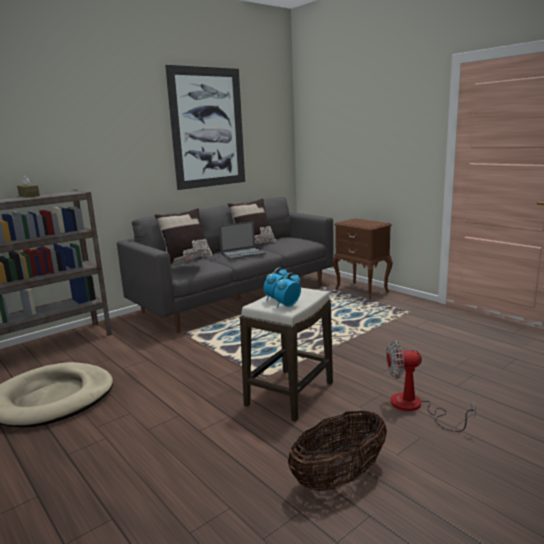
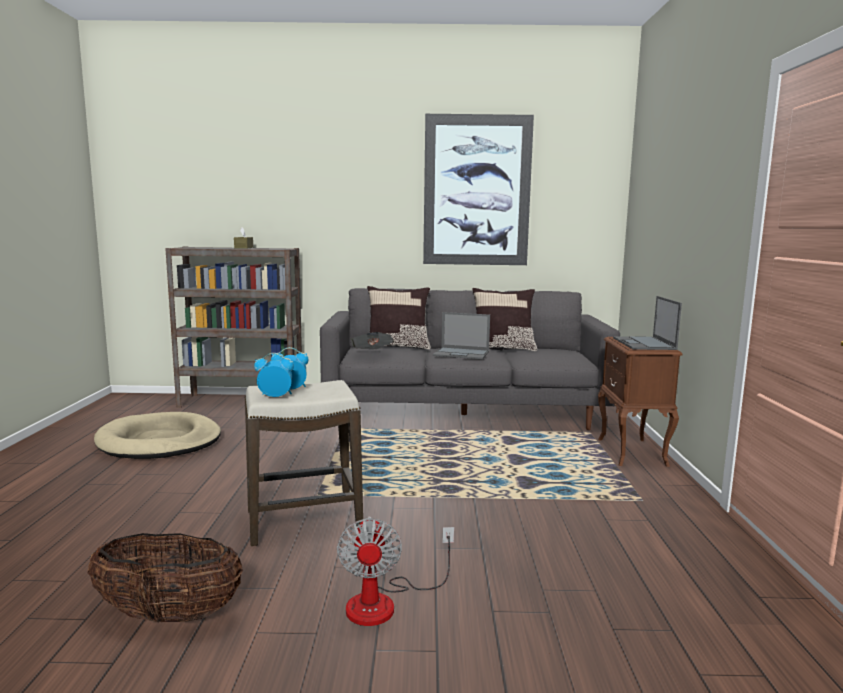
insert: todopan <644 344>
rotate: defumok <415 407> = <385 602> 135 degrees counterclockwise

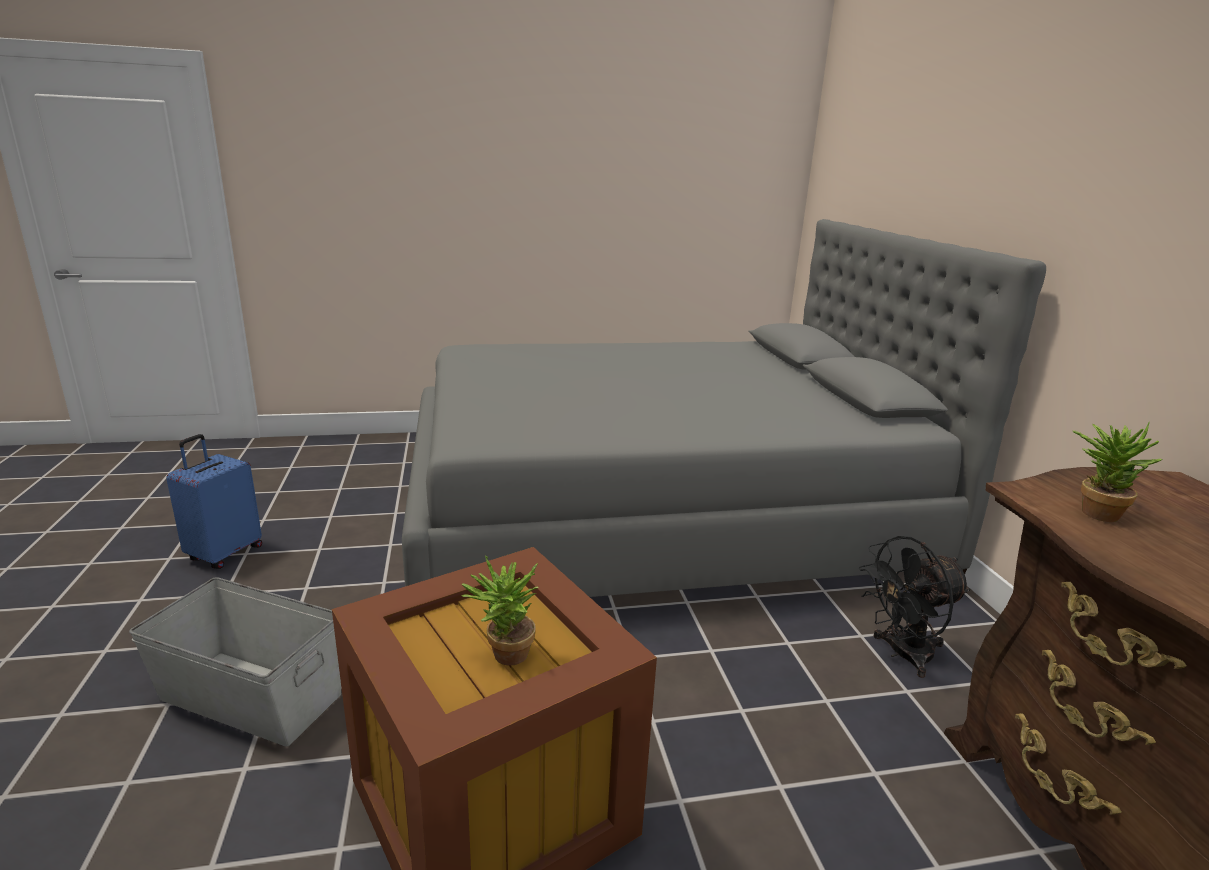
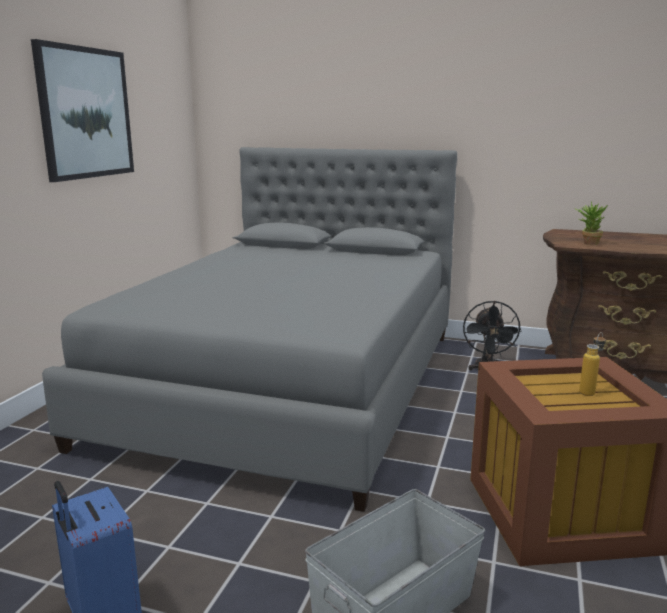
insert: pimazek <86 113>
replace: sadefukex <504 656> to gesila <589 391>

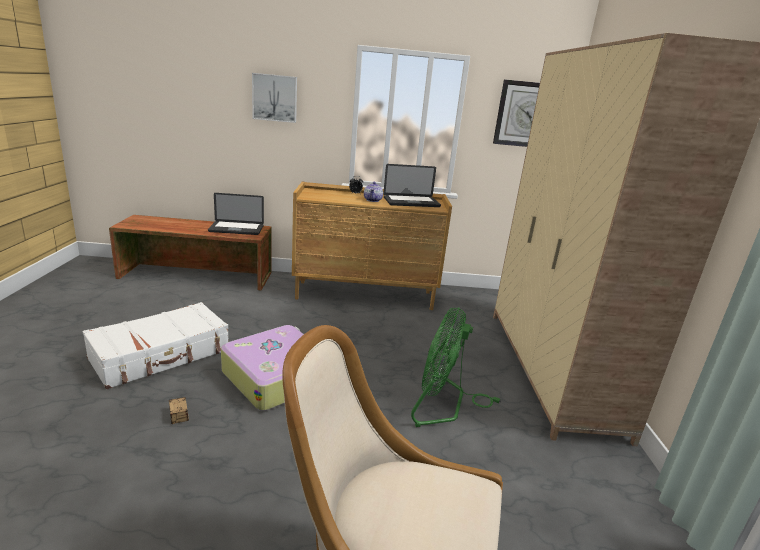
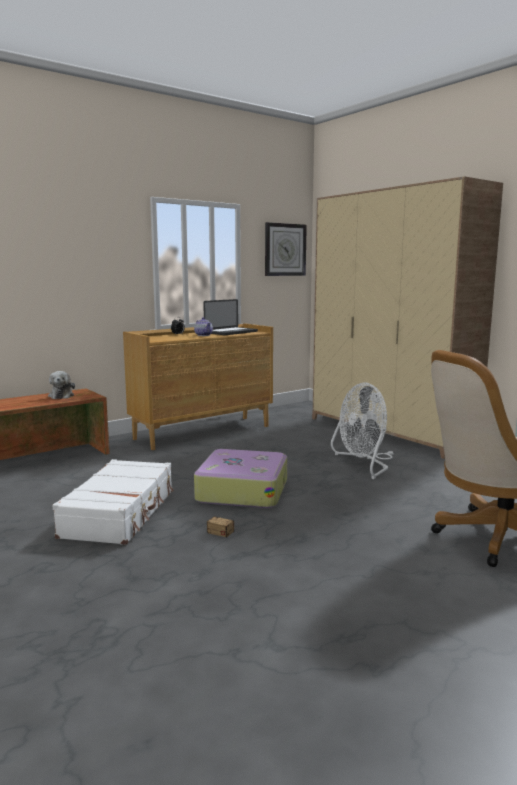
delete: pimazek <275 98>
replace: todopan <236 229> to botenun <61 396>
recolor: green_defumok <446 400> to white_defumok <365 463>

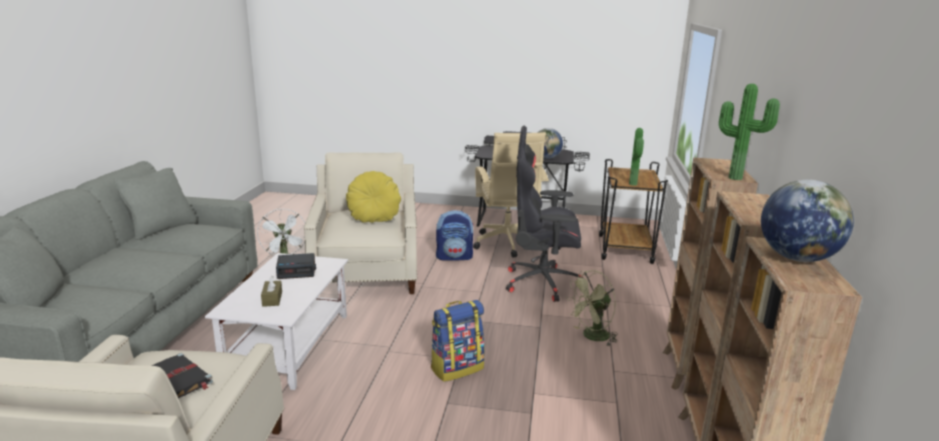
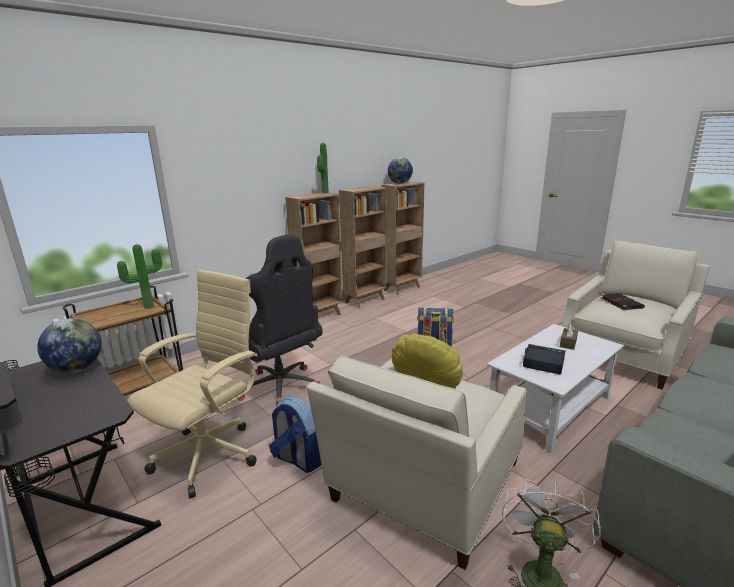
delete: green_defumok <592 337>

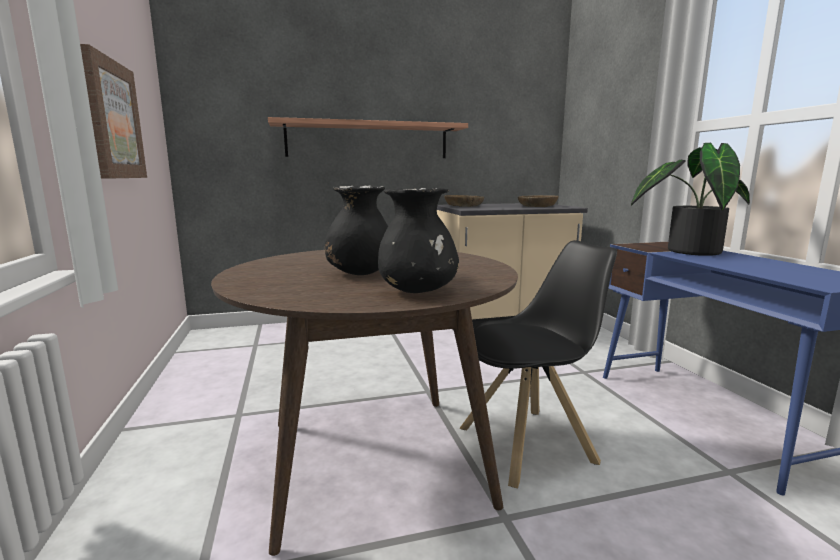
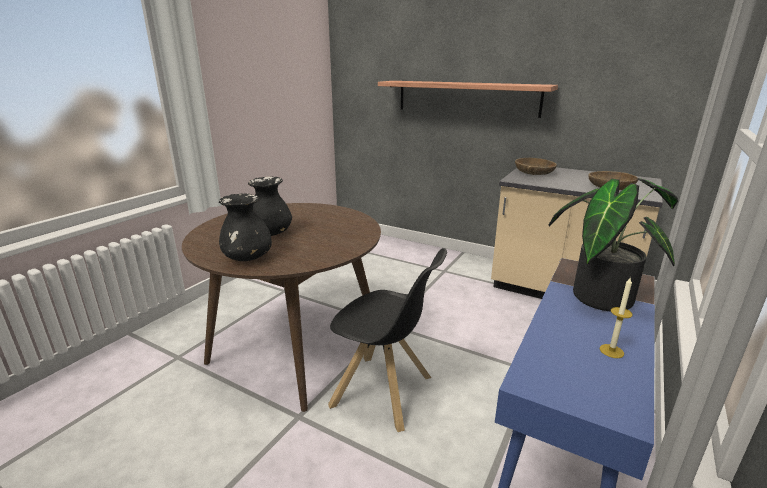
delete: pimazek <112 120>
insert: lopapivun <611 351>

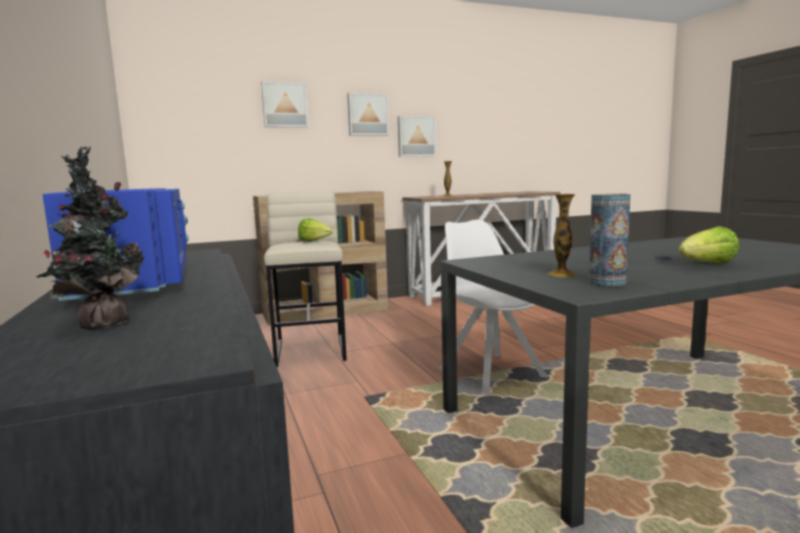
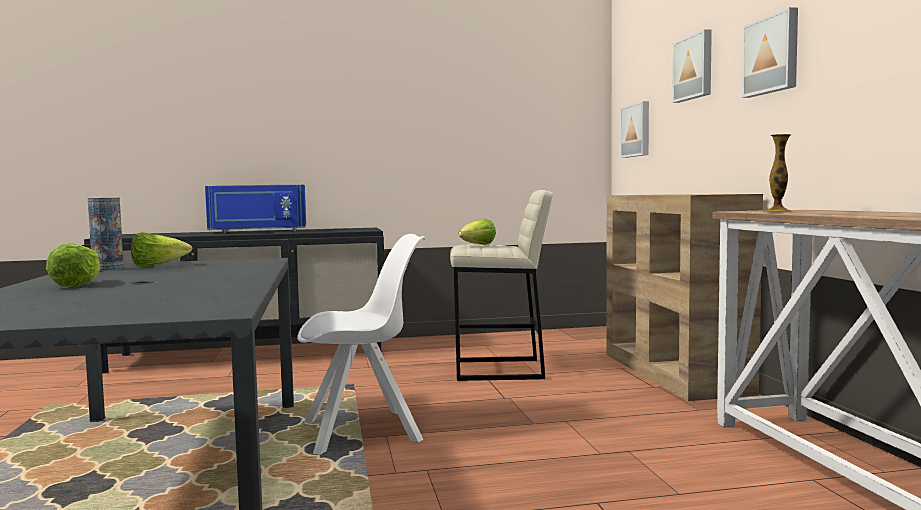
delete: sadefukex <100 324>
move: pimazek <416 136> to <637 130>
replace: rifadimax <561 274> to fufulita <157 266>

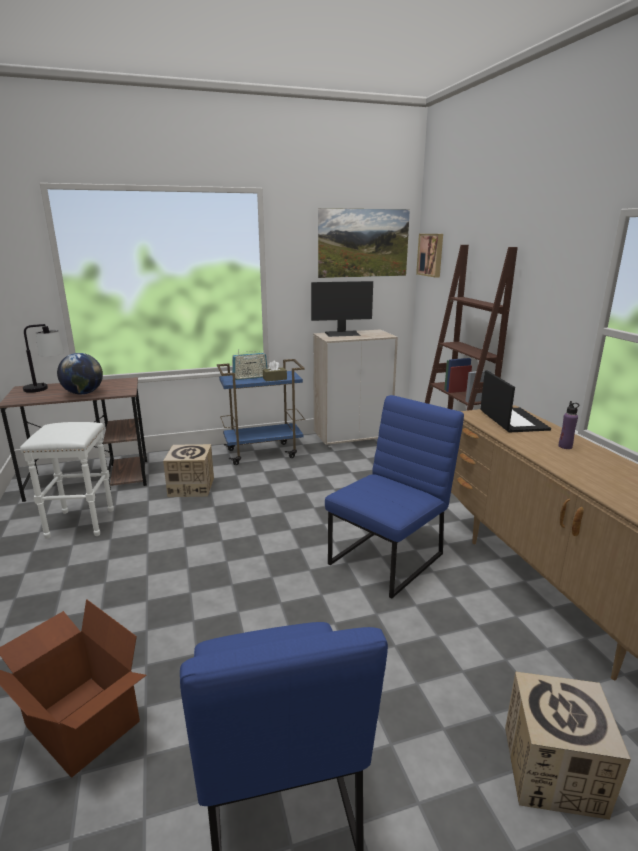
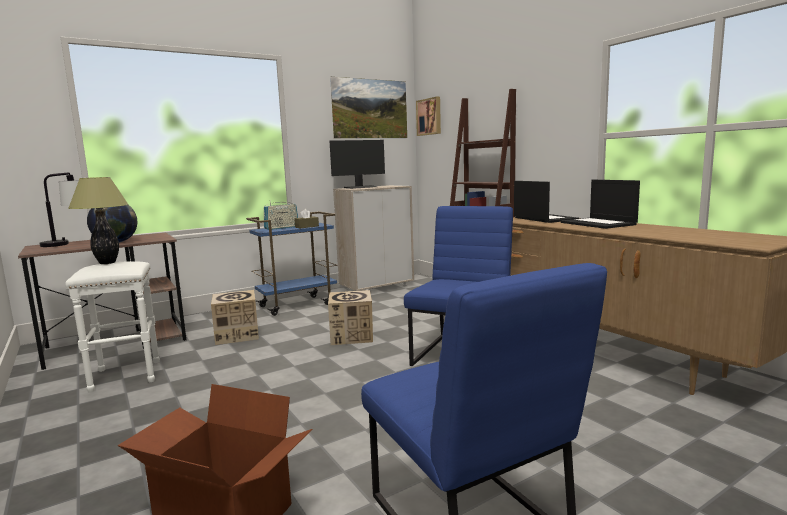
insert: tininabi <108 263>
move: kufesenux <553 770> to <352 336>
replace: purple_gesila <565 446> to todopan <599 223>

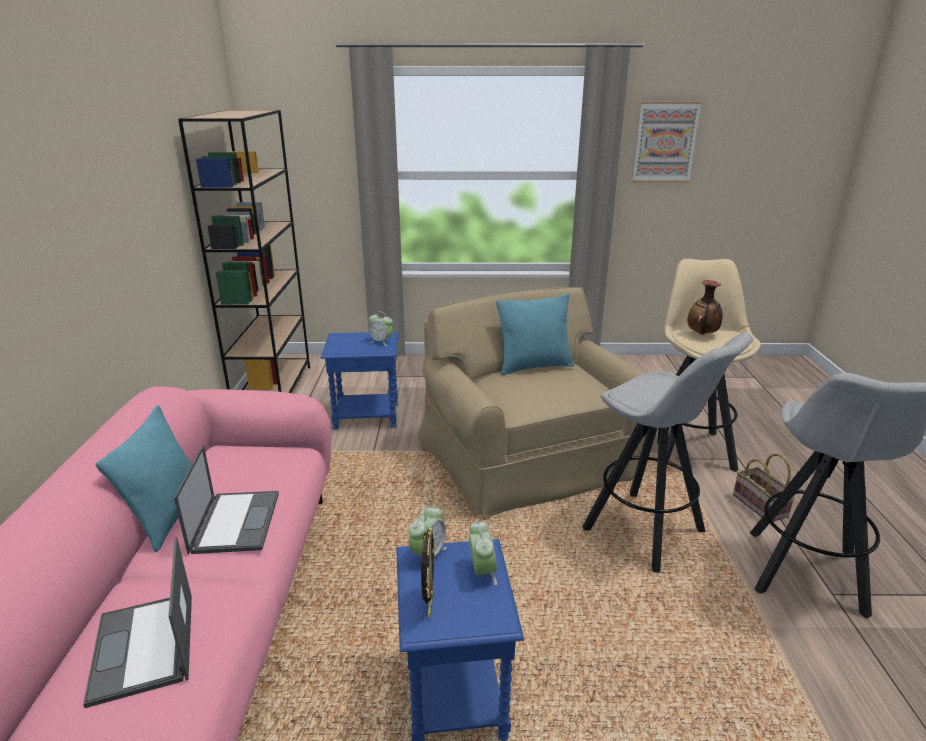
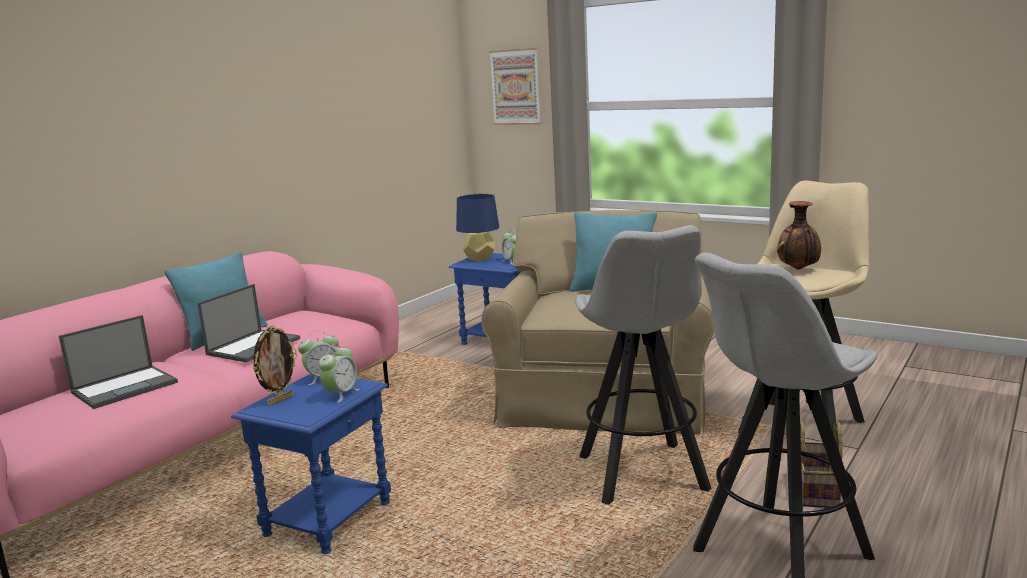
delete: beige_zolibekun <273 390>
insert: blue_tininabi <479 259>
move: pimazek <665 142> to <515 87>
rotate: todopan <144 648> = <125 387> 150 degrees counterclockwise

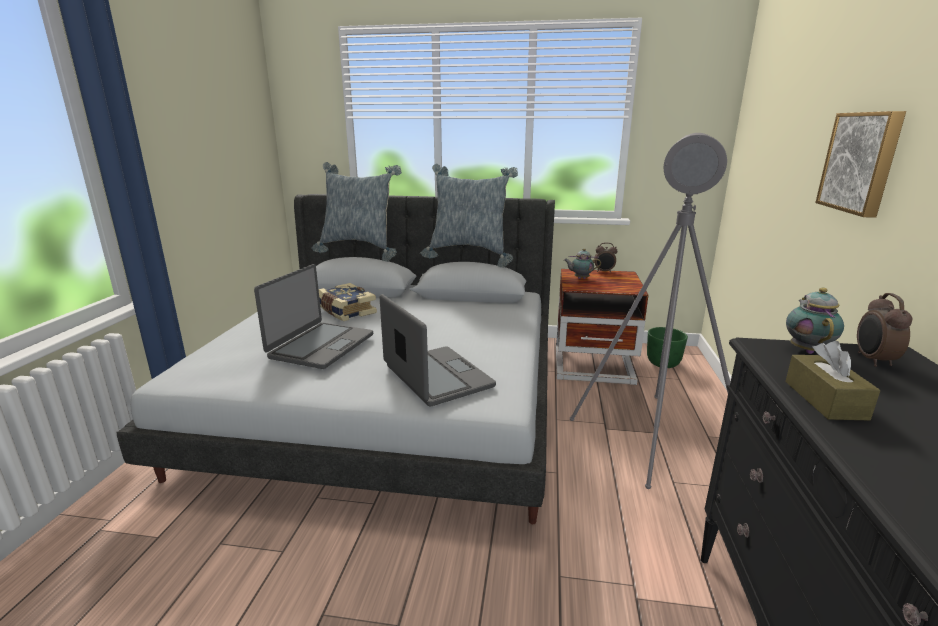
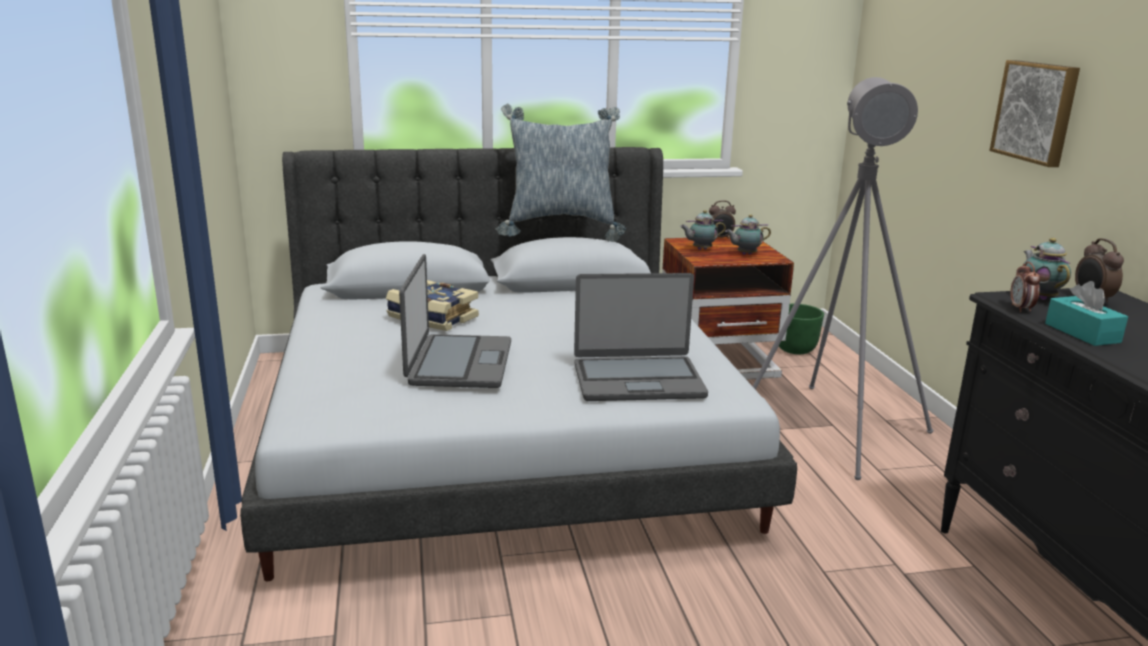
delete: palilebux <360 255>
insert: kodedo <745 254>; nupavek <1021 309>
recolor: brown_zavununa <825 400> to turquoise_zavununa <1082 333>
rotate: todopan <436 377> = <638 380> 135 degrees clockwise

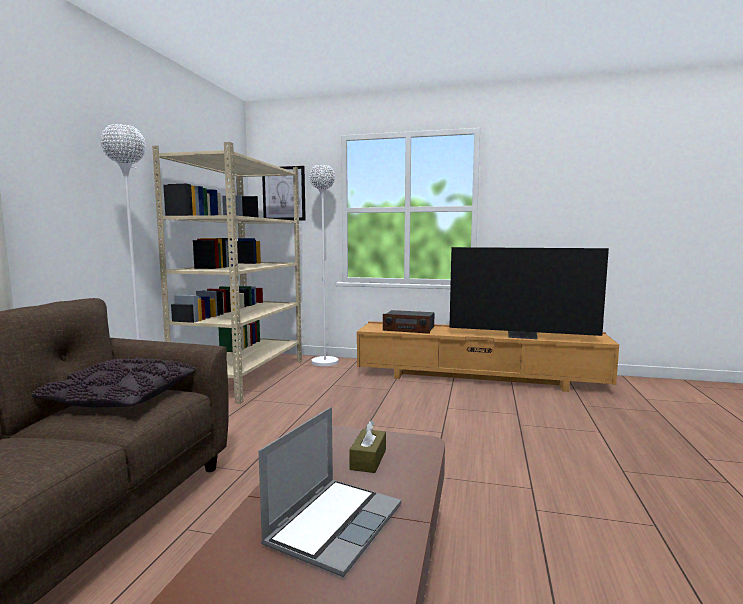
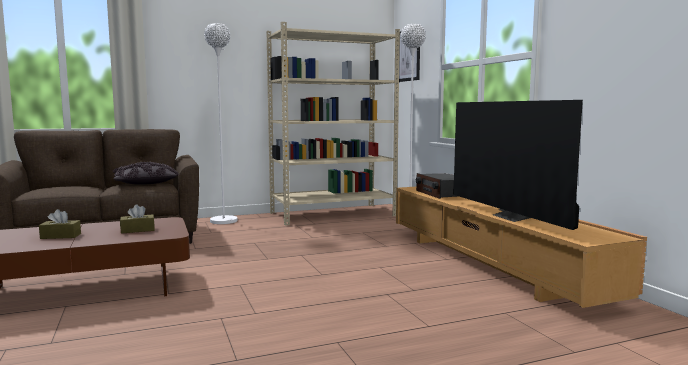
replace: todopan <334 524> to brown_zavununa <61 236>

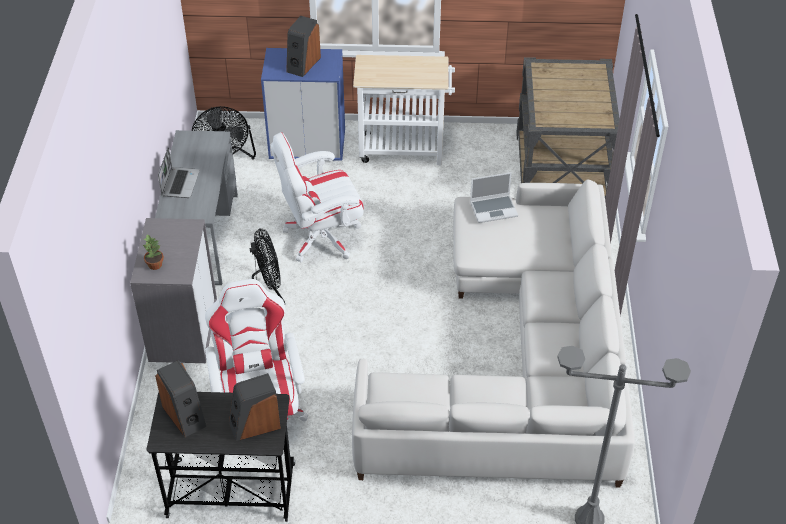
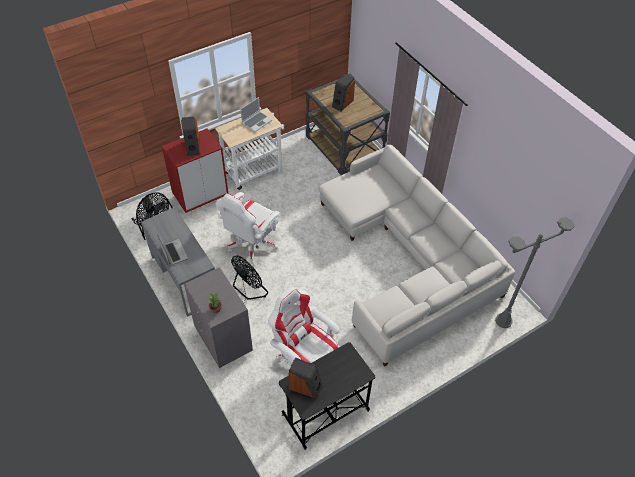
move: todopan <494 209> to <257 122>; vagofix <255 424> to <342 103>
recolor: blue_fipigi <308 148> to red_fipigi <201 196>

